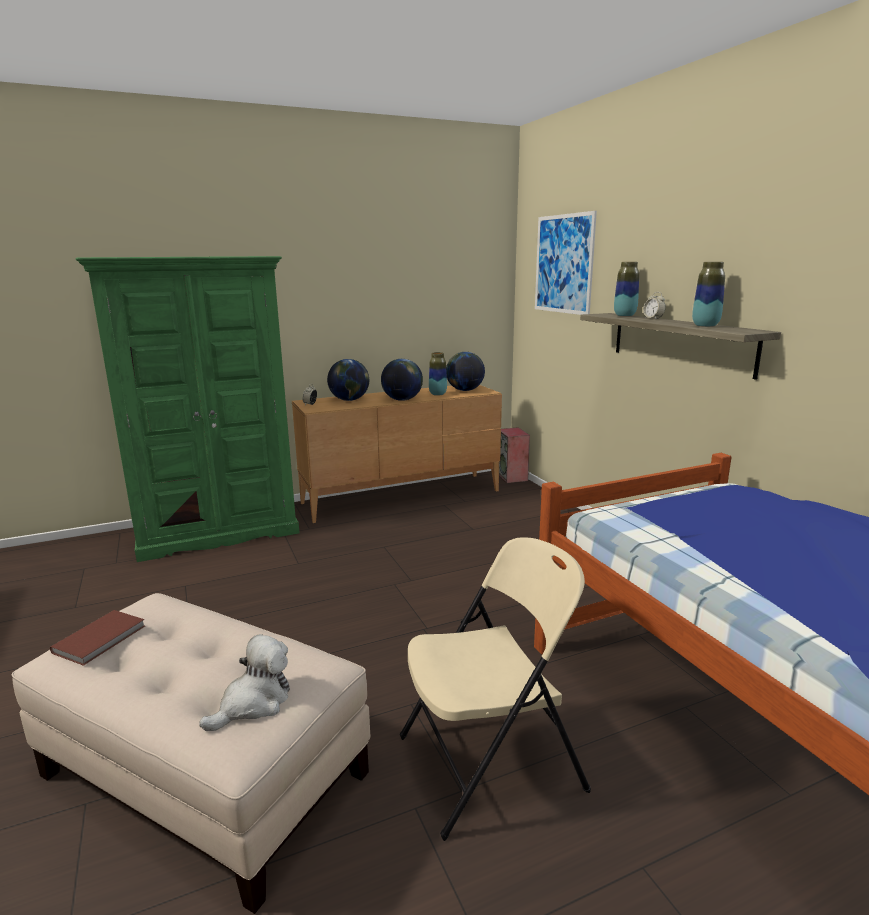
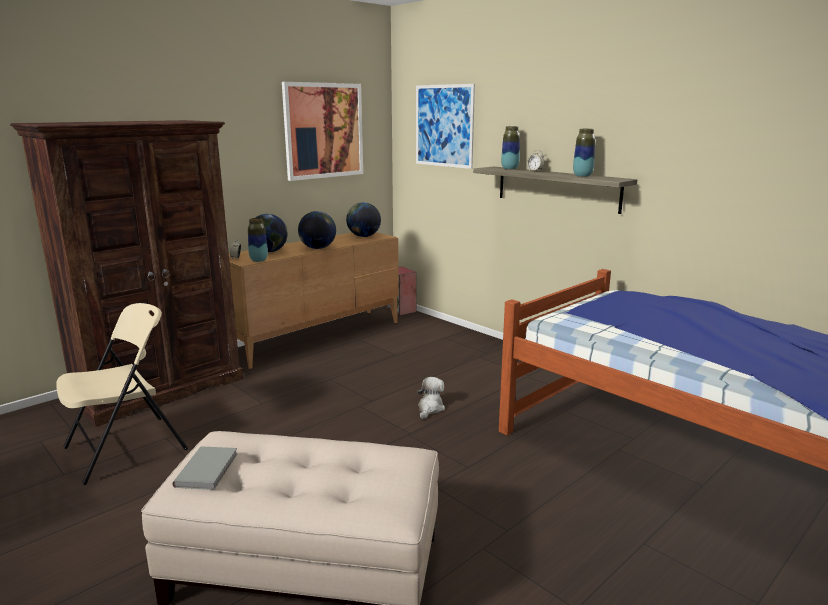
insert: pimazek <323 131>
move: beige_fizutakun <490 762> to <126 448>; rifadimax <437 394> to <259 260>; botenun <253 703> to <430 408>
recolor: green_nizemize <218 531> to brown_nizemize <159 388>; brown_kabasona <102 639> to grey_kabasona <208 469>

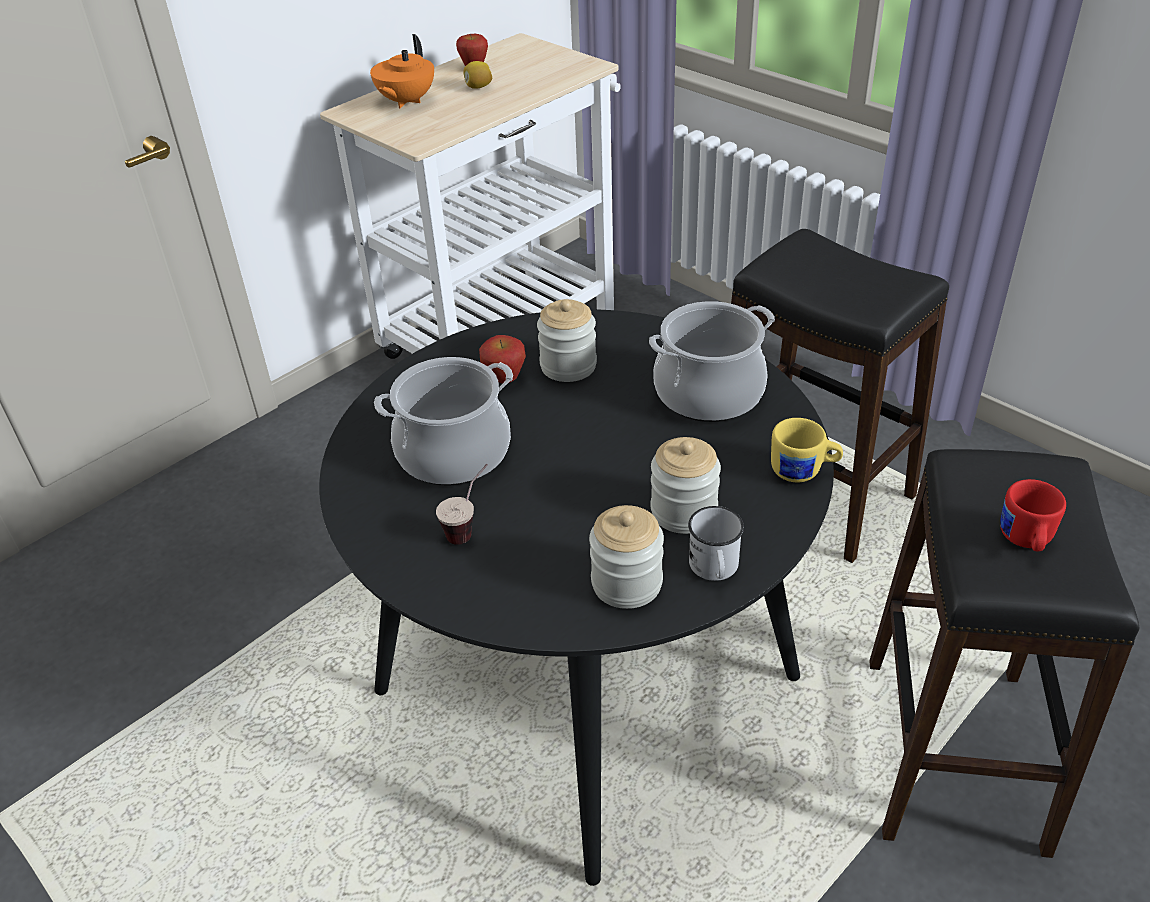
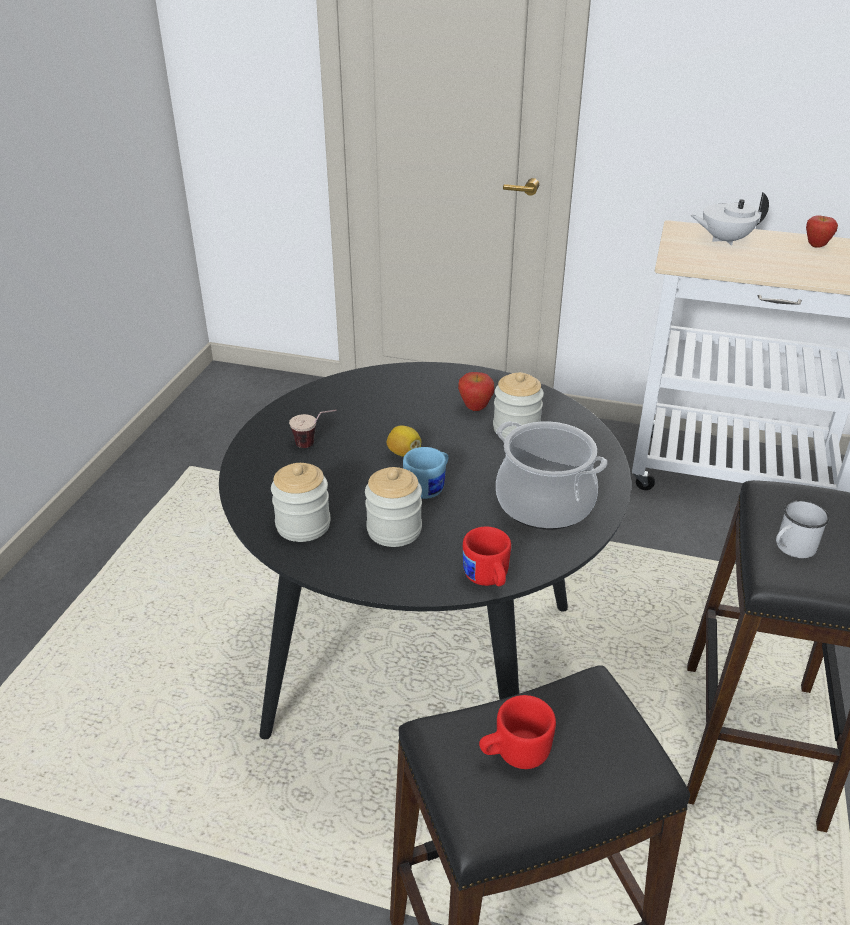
delete: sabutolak <453 452>
insert: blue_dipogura <429 487>
move: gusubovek <478 87> to <404 453>; white_dipogura <714 569> to <791 548>
recolor: yellow_dipogura <803 471> to red_dipogura <487 579>; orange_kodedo <405 102> to white_kodedo <724 240>

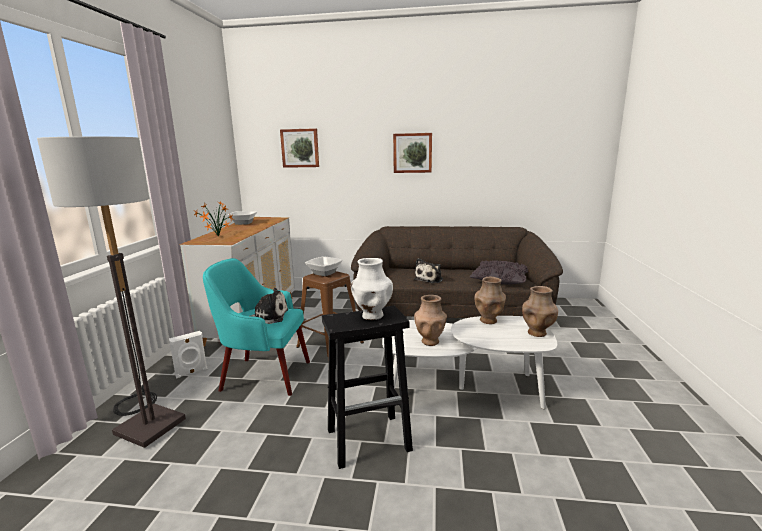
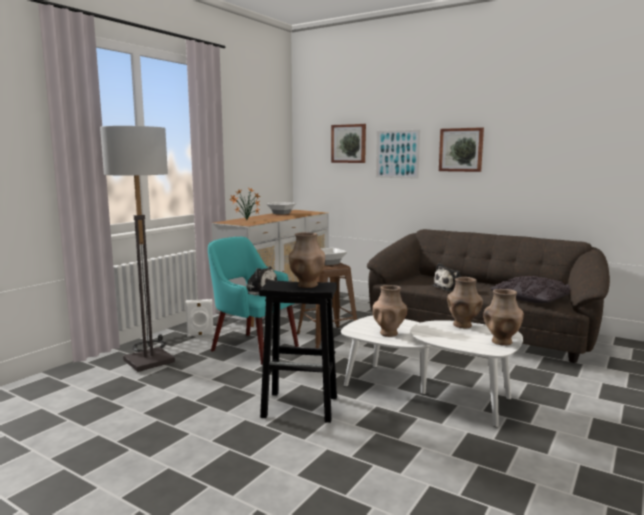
insert: pimazek <397 154>
recolor: white_rifadimax <372 316> to brown_rifadimax <307 285>

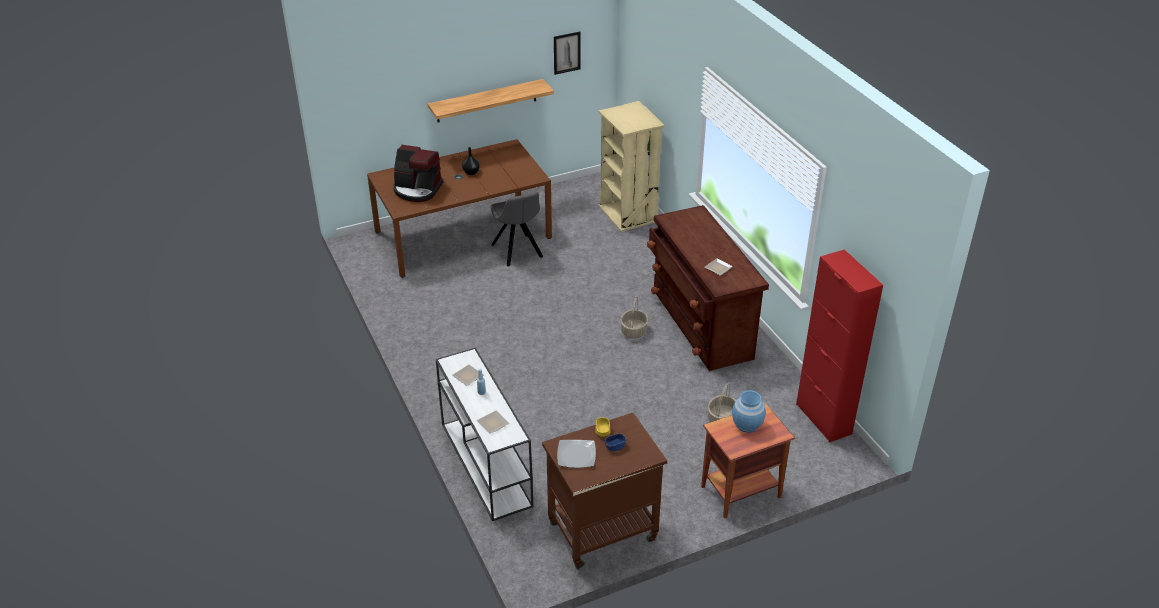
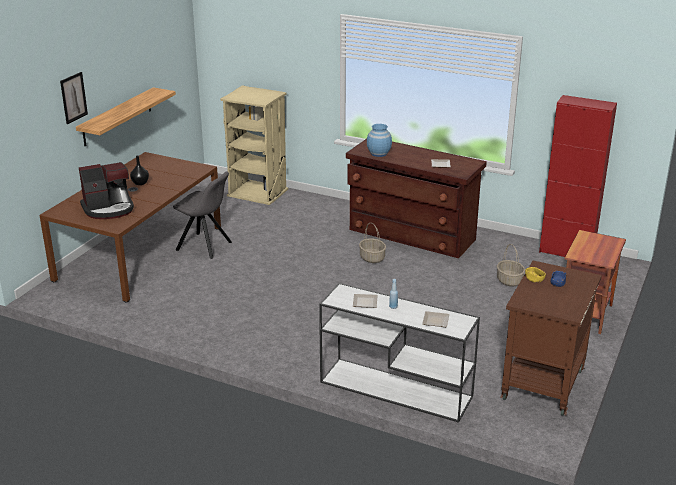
delete: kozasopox <576 455>
move: pimazek <567 53> to <73 97>; blue_rifadimax <747 425> to <379 153>

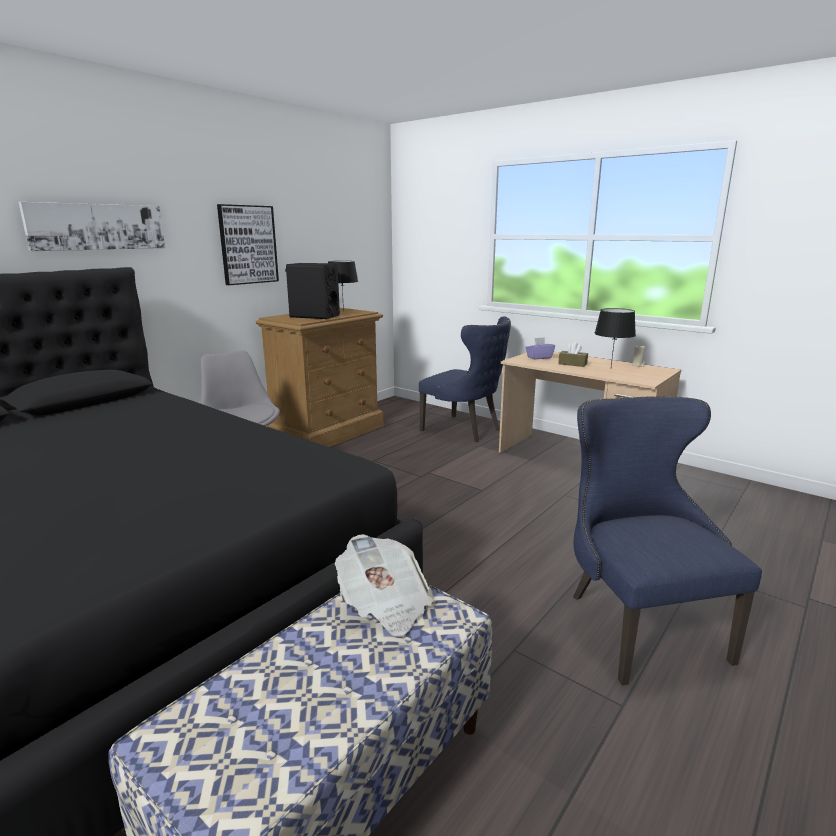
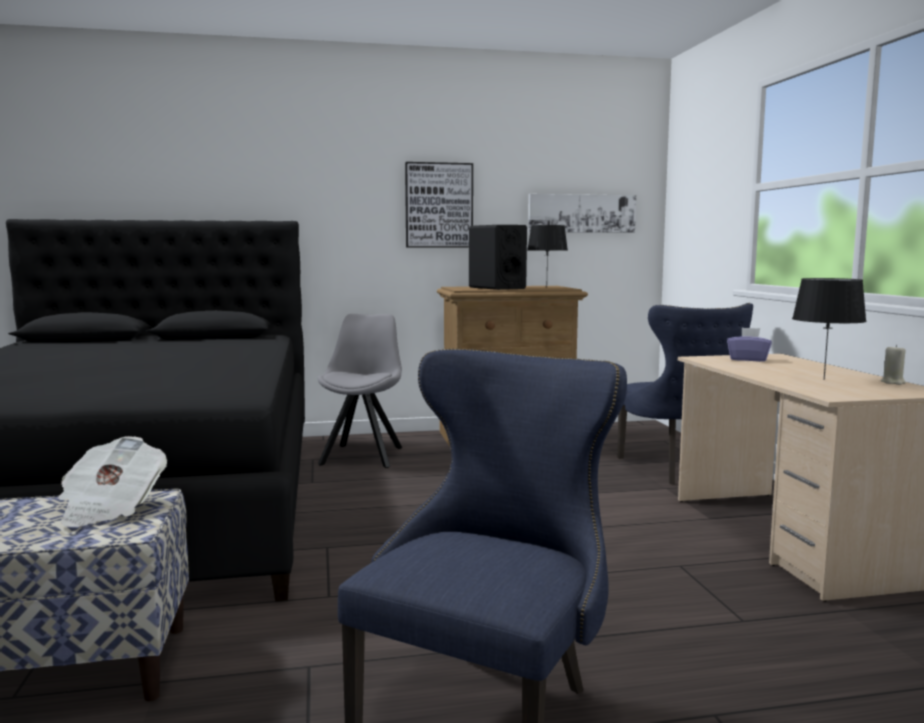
delete: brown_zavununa <572 364>
move: pimazek <97 227> to <581 213>

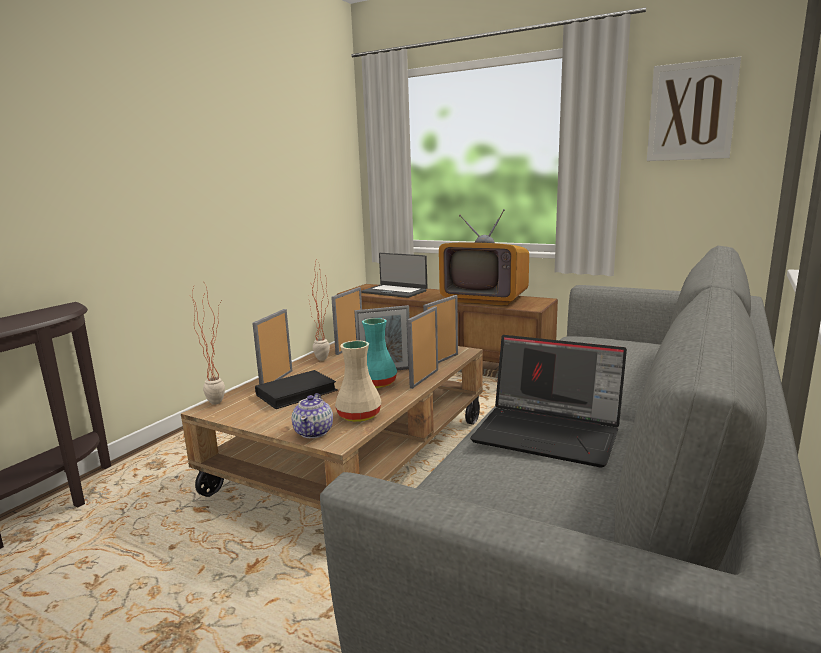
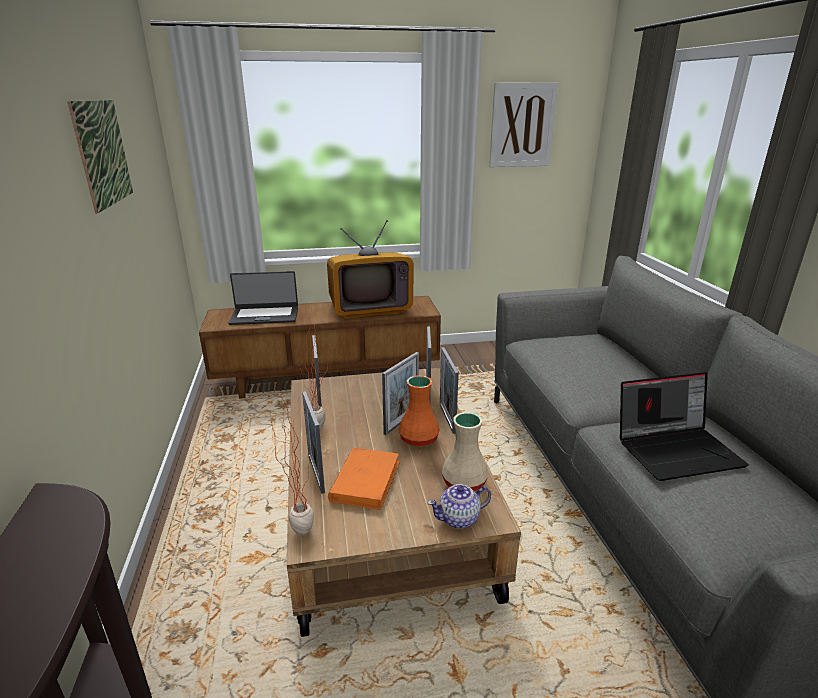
insert: pimazek <103 153>
recolor: black_kabasona <297 393> to orange_kabasona <365 481>; turquoise_rifadimax <377 383> to orange_rifadimax <418 438>
rotate: kodedo <314 432> = <459 519> 105 degrees clockwise

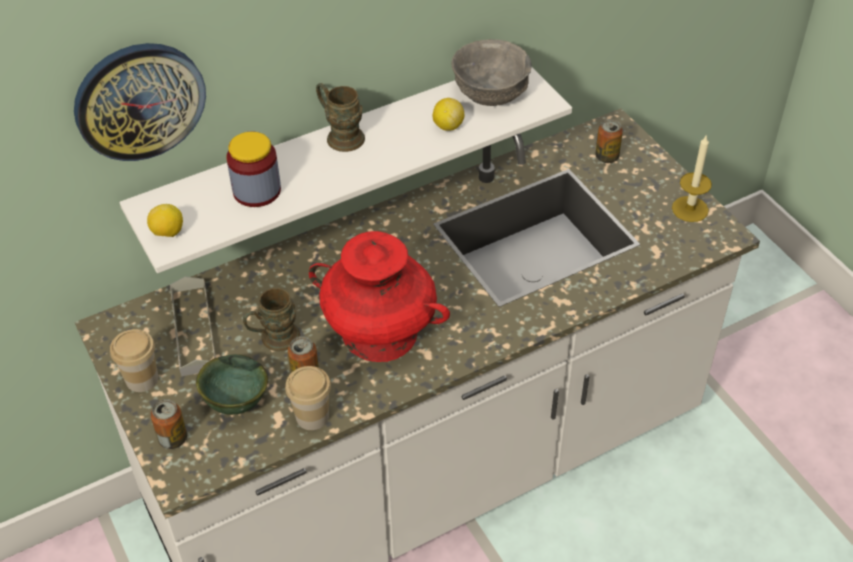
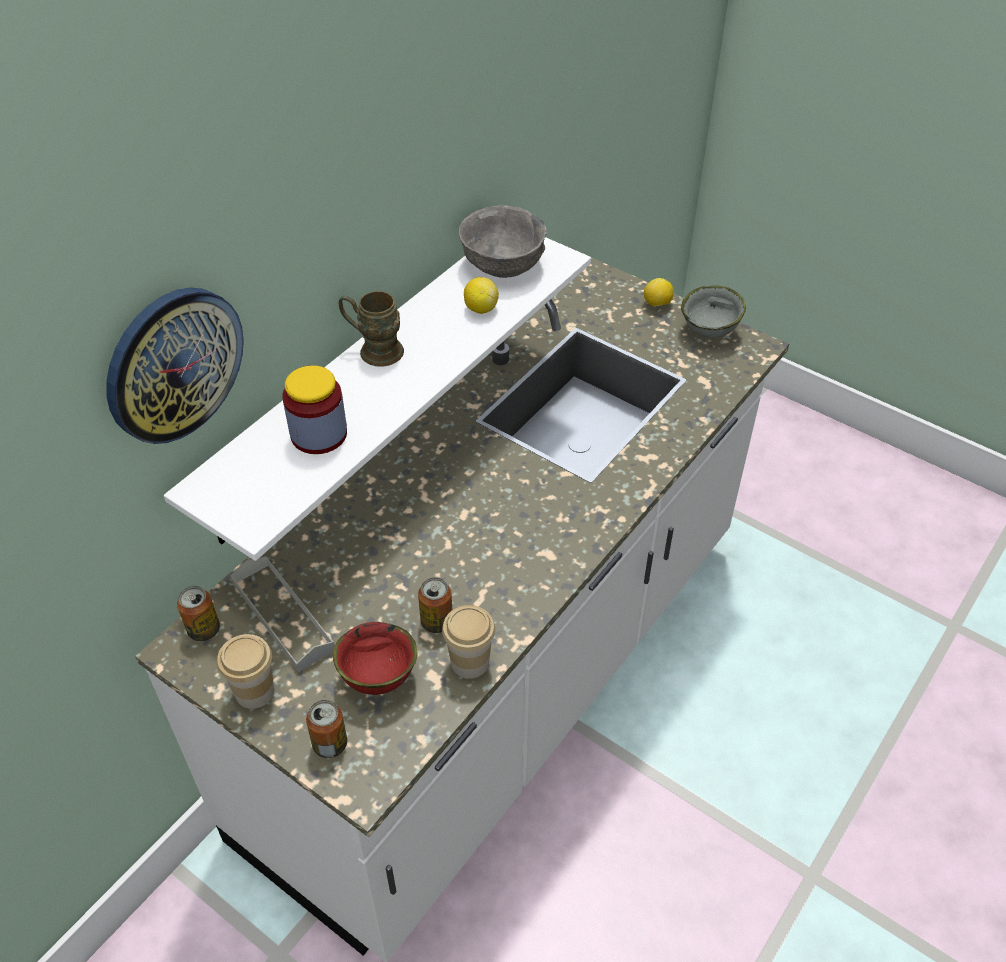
delete: brown_dipogura <273 339>; red_rifadimax <380 333>
move: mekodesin <606 157> to <204 630>; gusubovek <168 233> to <657 304>
replace: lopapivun <690 209> to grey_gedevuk <710 332>
recolor: green_gedevuk <235 402> to red_gedevuk <376 678>

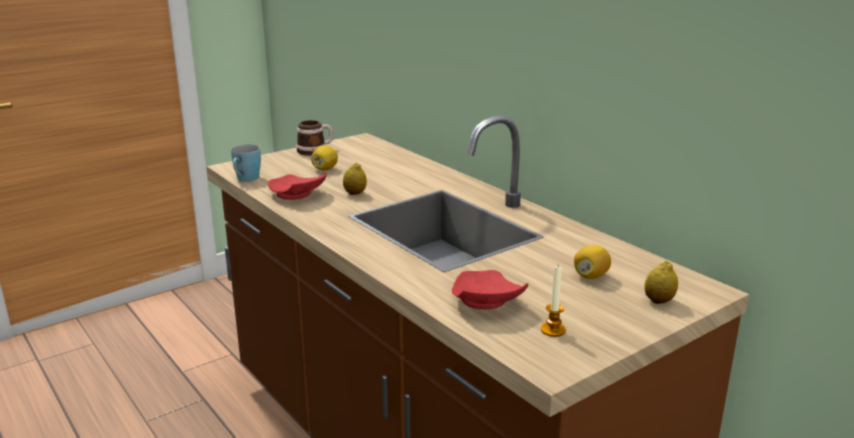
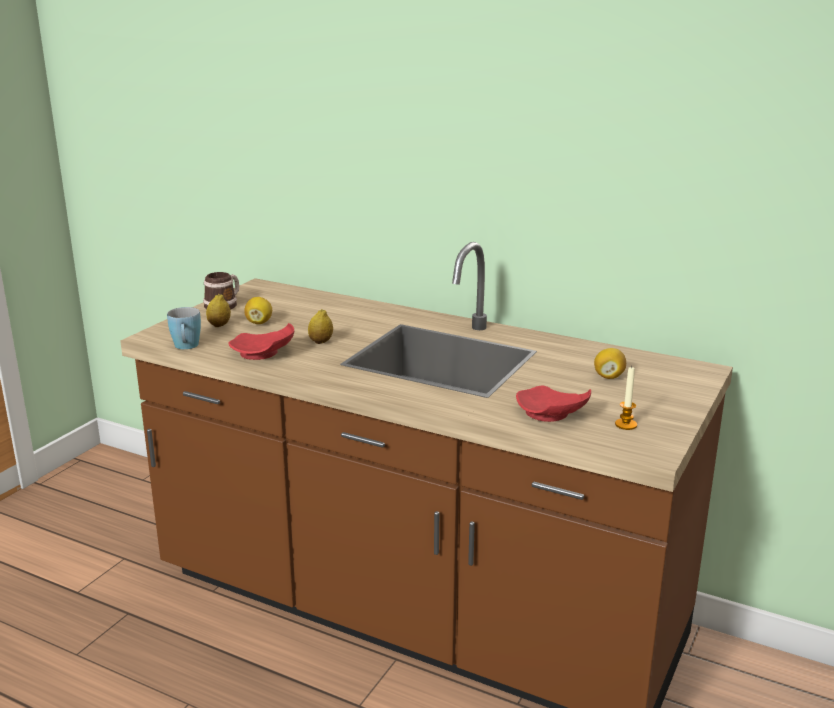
move: gusubovek <658 301> to <219 325>

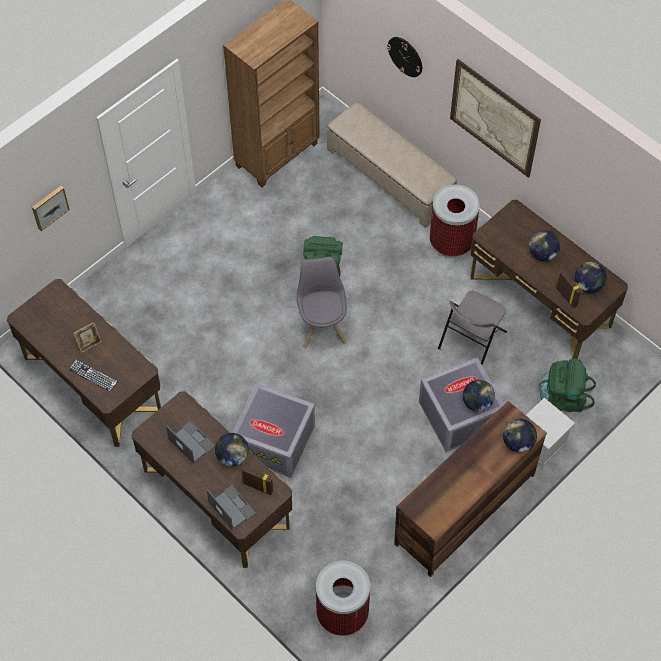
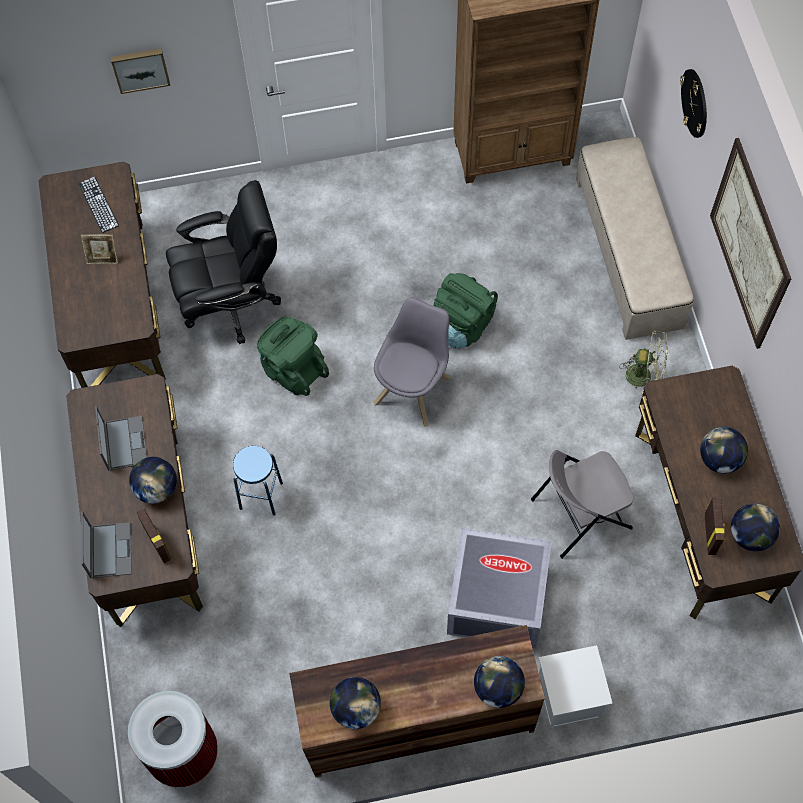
insert: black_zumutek <231 301>
move: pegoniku <93 375> to <98 204>; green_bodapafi <563 397> to <292 369>; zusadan <477 403> to <356 709>
replace: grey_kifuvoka <275 440> to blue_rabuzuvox <261 495>; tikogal <451 242> to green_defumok <644 375>

